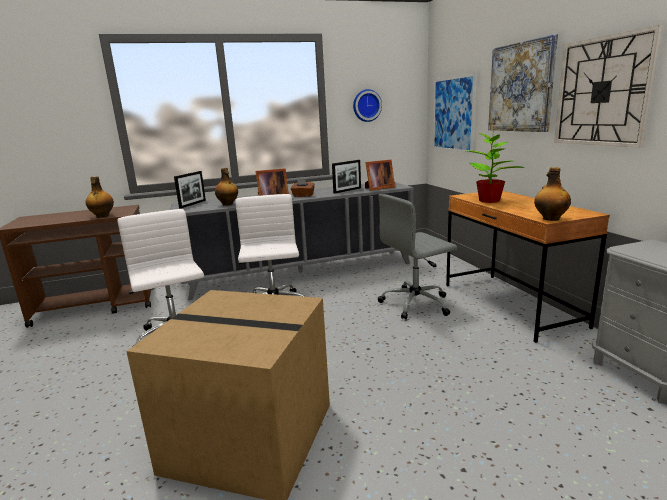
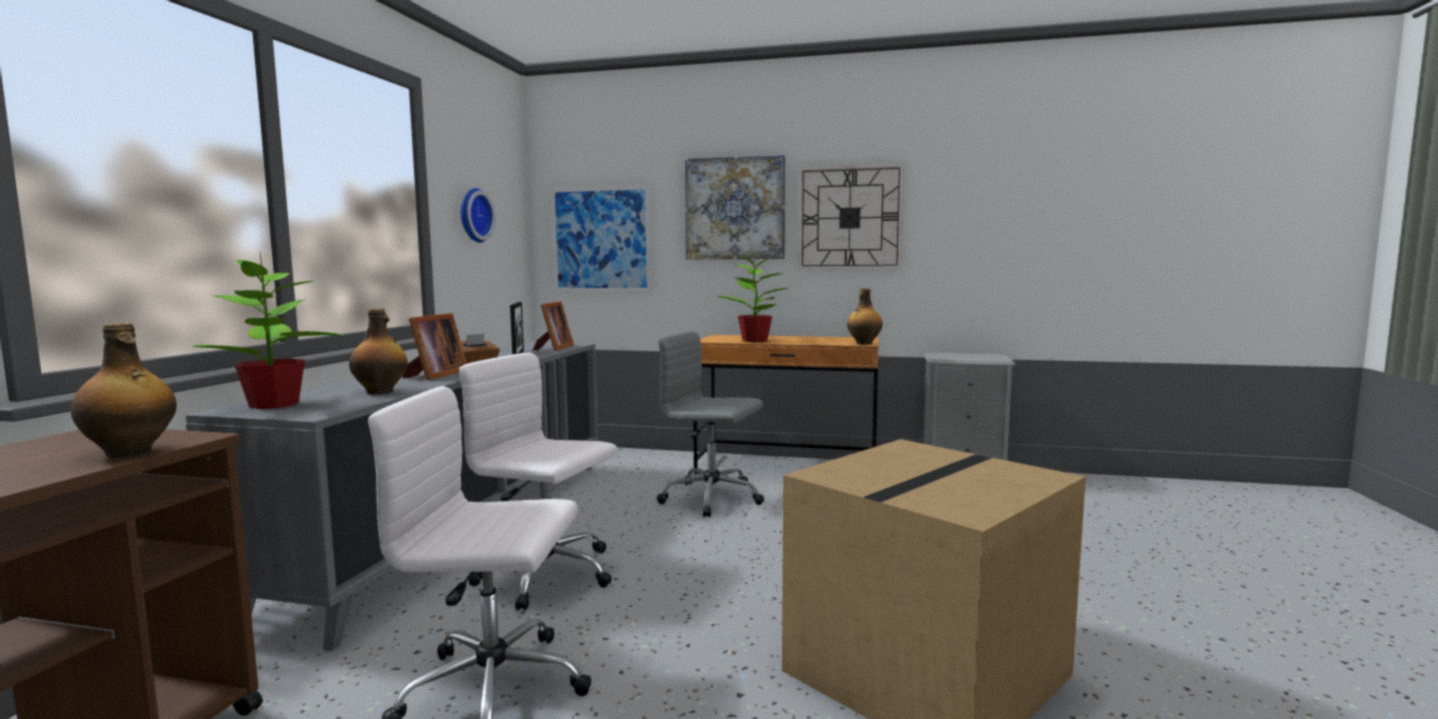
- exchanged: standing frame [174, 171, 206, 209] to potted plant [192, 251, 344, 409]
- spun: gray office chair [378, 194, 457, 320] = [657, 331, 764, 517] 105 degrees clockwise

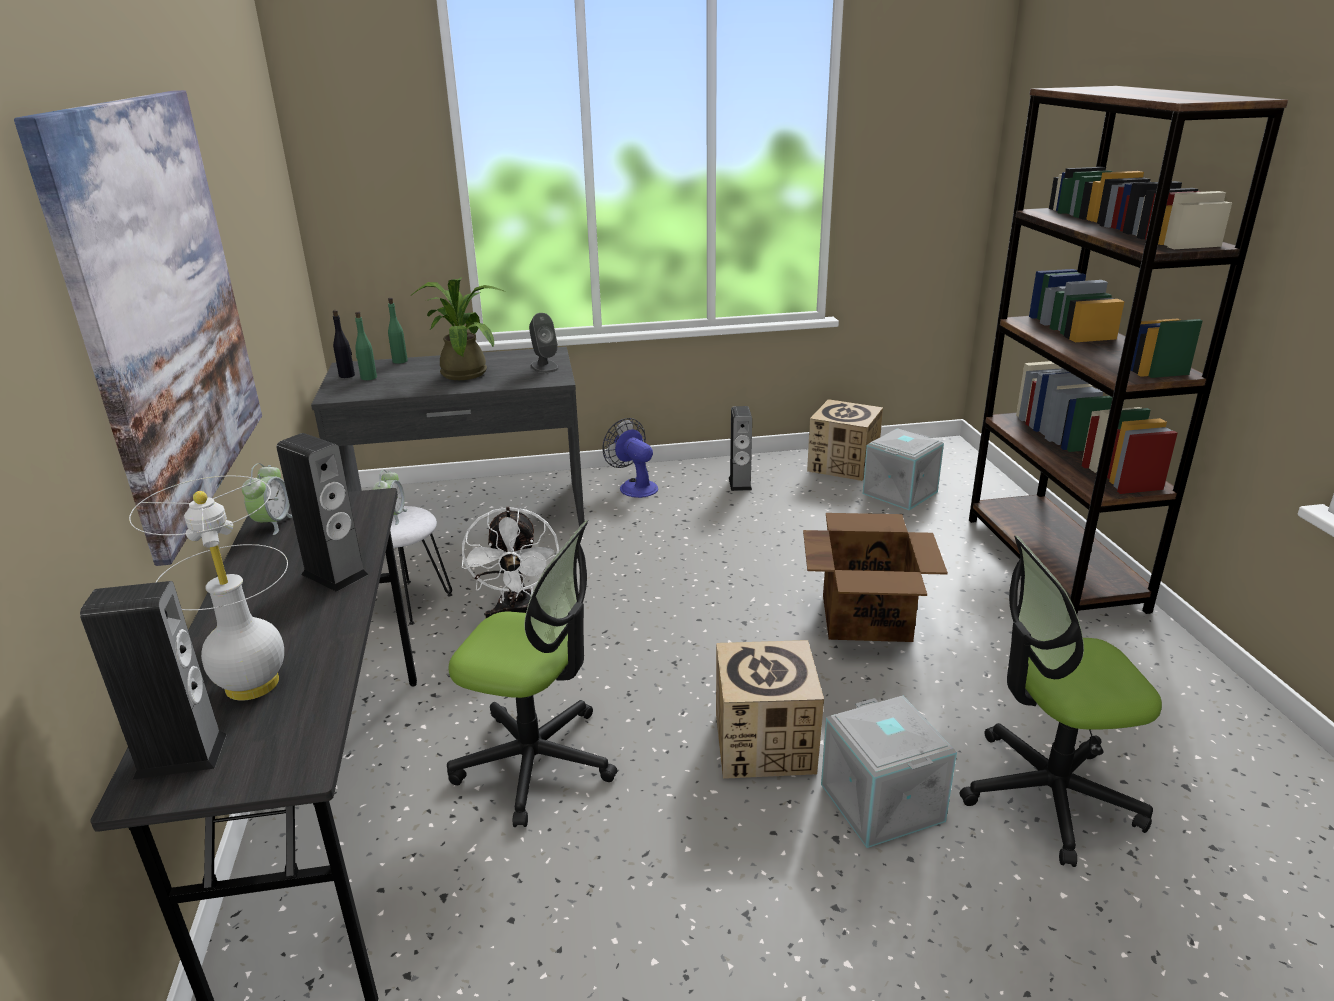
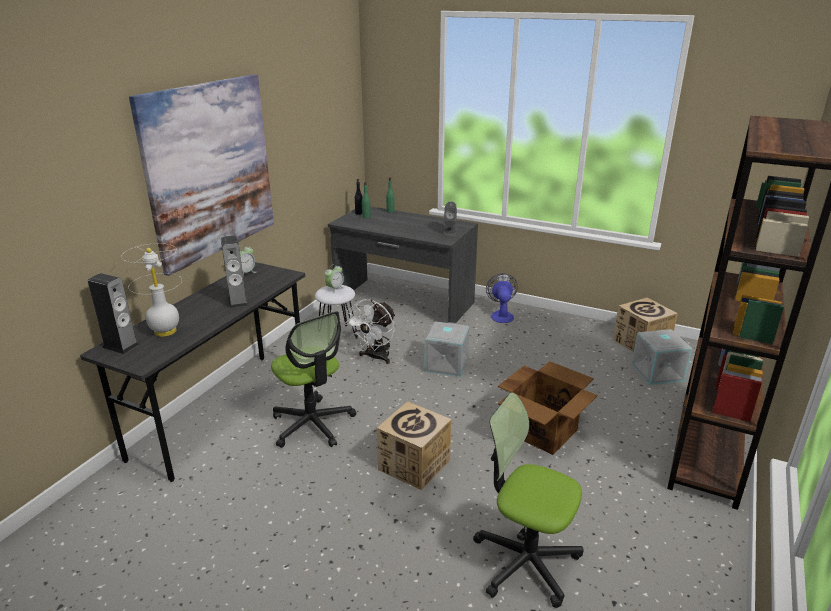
- missing: potted plant [410, 277, 505, 380]
- missing: loudspeaker [729, 406, 752, 491]
- relocated: gray storage container [821, 696, 957, 848] to [424, 321, 469, 377]

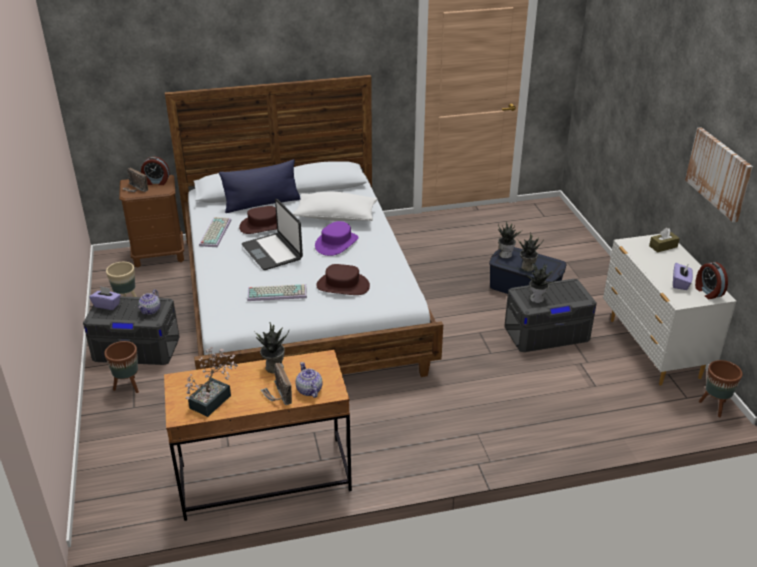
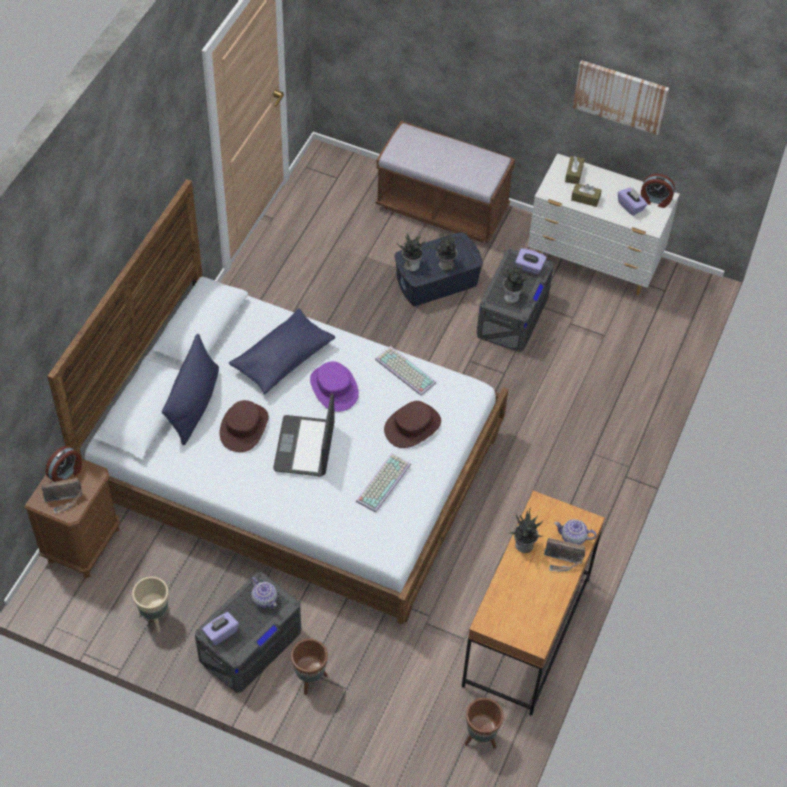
- colour: white pillow [293, 191, 377, 221] to blue-coloured pillow [229, 308, 335, 394]
- spun: notebook computer [242, 199, 303, 270] = [273, 393, 335, 477] 90 degrees clockwise
- relocated: keyboard [199, 217, 231, 247] to [375, 346, 436, 396]
- missing: potted plant [185, 347, 238, 417]
- relocated: brownish plant pot [699, 360, 743, 417] to [465, 698, 504, 749]
- appeared: brownish bench [376, 121, 515, 243]
- appeared: brownish tissue holder [571, 183, 601, 207]
- appeared: purple-coloured tissue holder [515, 248, 547, 275]

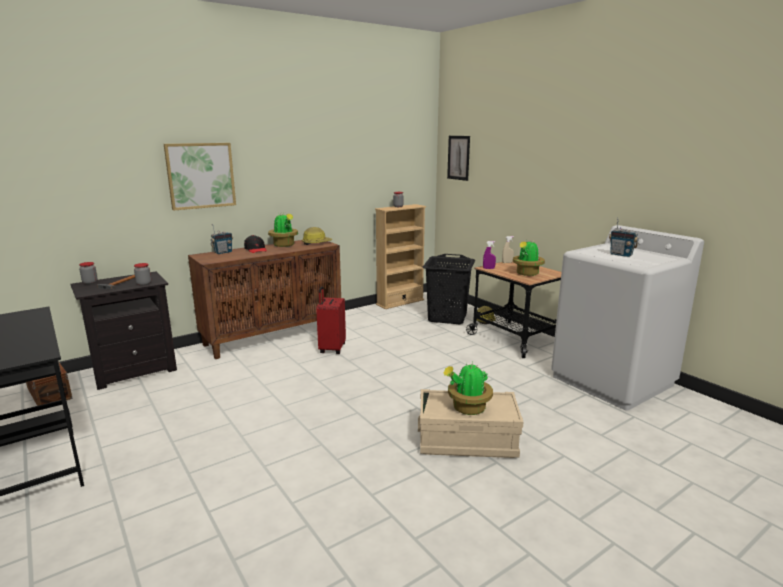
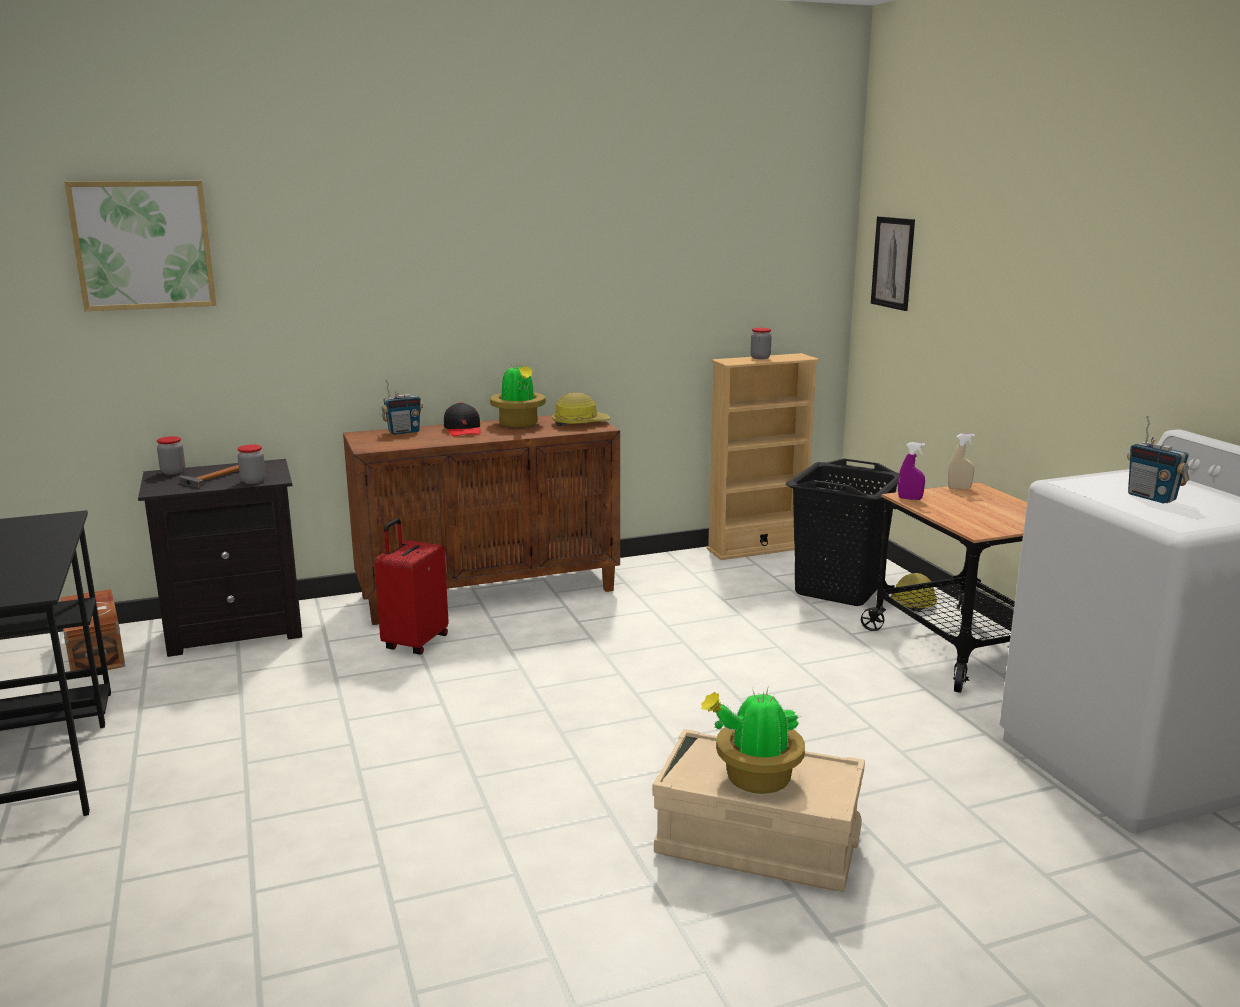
- relocated: picture [164, 143, 236, 211] to [64, 181, 216, 311]
- missing: potted plant [513, 239, 545, 276]
- relocated: red-coloured piece of luggage [316, 286, 346, 354] to [374, 519, 449, 655]

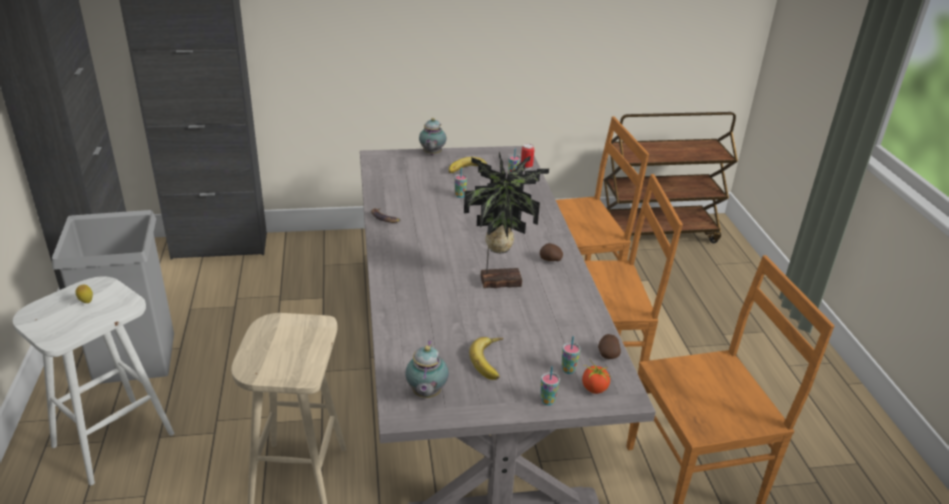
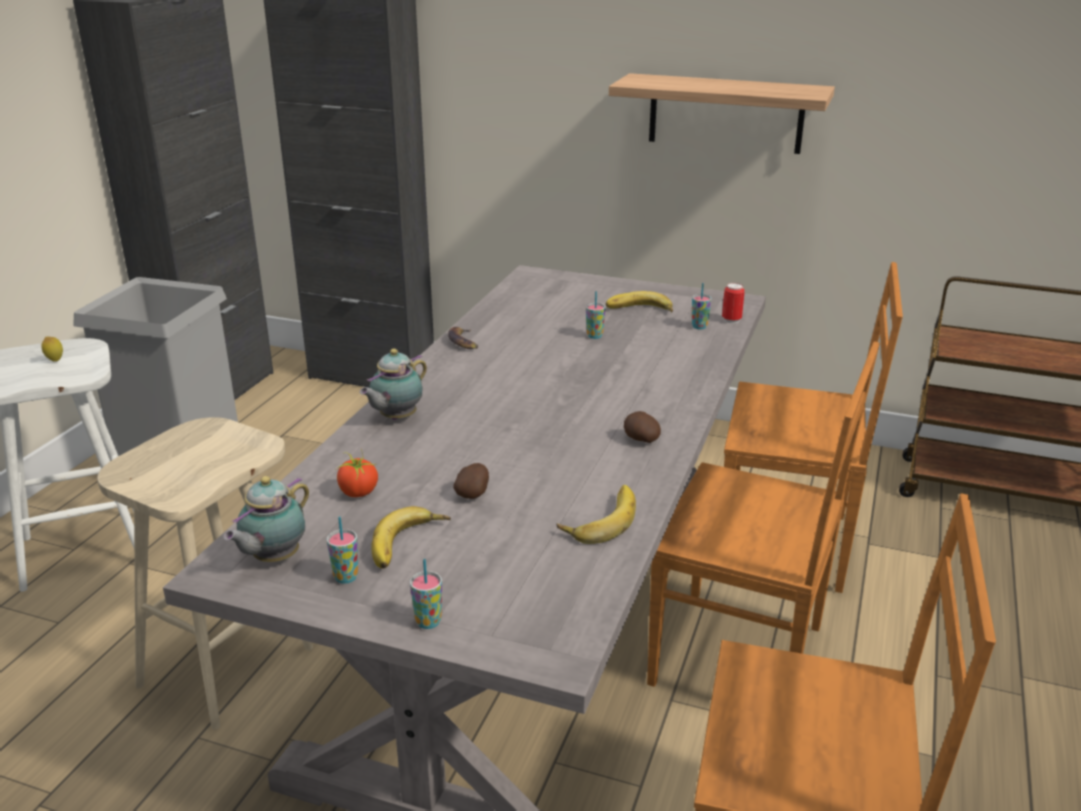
- relocated: pot for tea [419, 118, 447, 155] to [360, 349, 427, 420]
- missing: potted plant [464, 152, 549, 288]
- relocated: whole potato [598, 334, 621, 359] to [453, 463, 489, 499]
- relocated: drinking cup [562, 336, 580, 374] to [327, 517, 358, 584]
- relocated: tomato [582, 360, 611, 394] to [336, 449, 378, 497]
- appeared: bracket shelf [609, 73, 835, 154]
- appeared: banana fruit [556, 485, 636, 544]

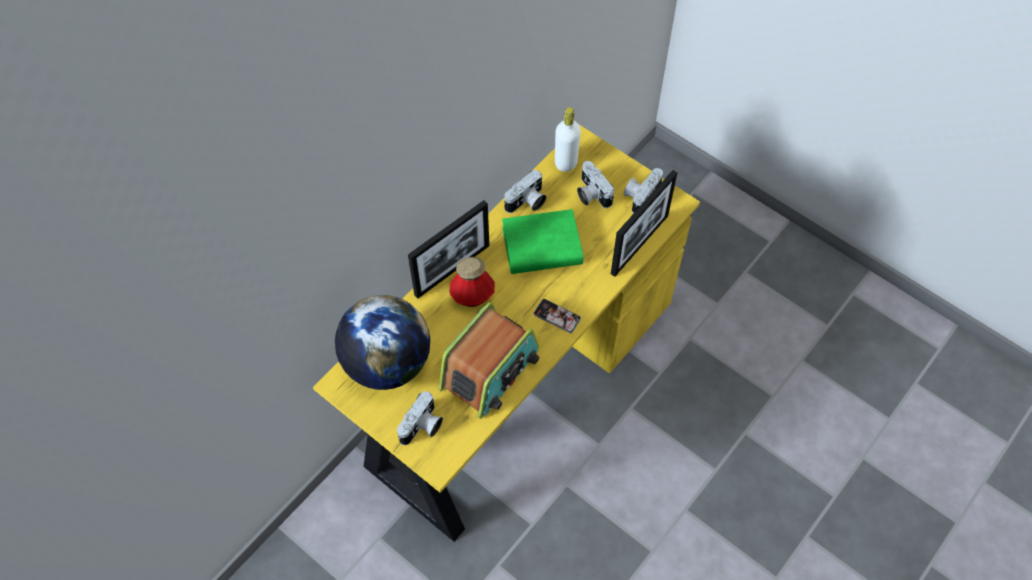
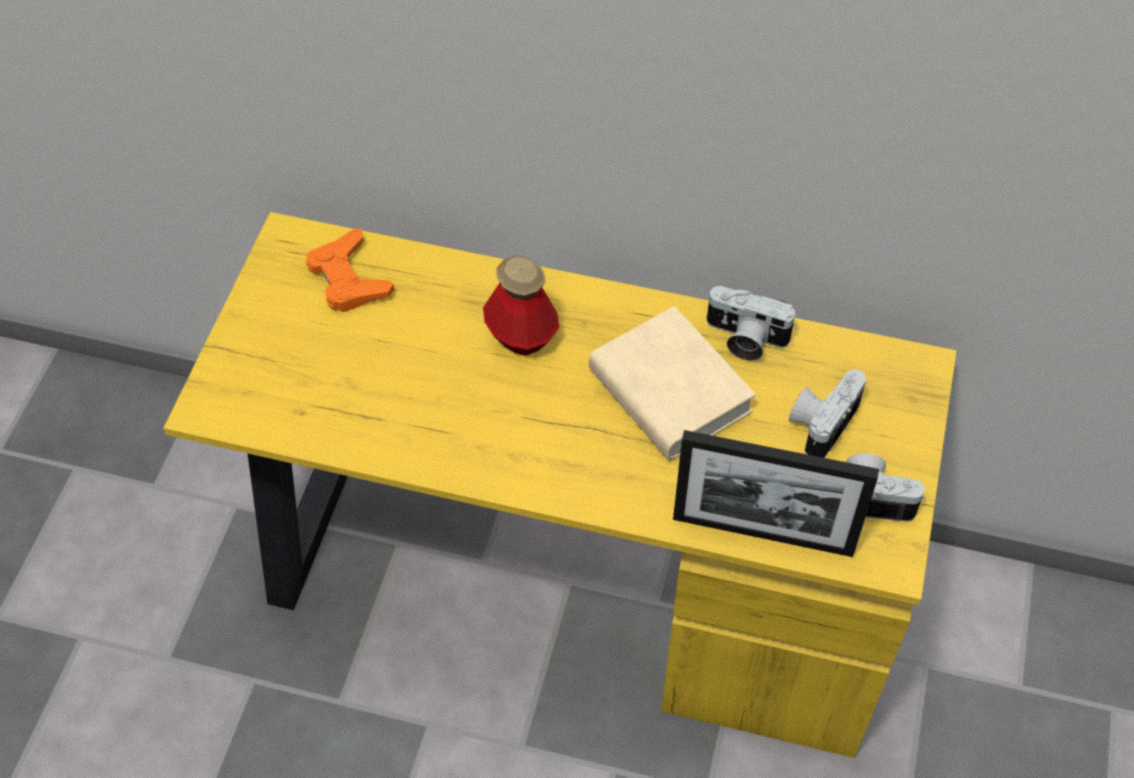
- missing: white drink bottle [555, 107, 581, 172]
- missing: standing frame [408, 200, 489, 298]
- colour: greenish bound book [502, 209, 583, 274] to beige-coloured bound book [589, 306, 756, 461]
- exchanged: globe [335, 295, 430, 390] to orangey game controller [306, 228, 394, 312]
- missing: handset [533, 299, 581, 333]
- missing: radio set [438, 302, 539, 419]
- missing: still camera [397, 391, 443, 445]

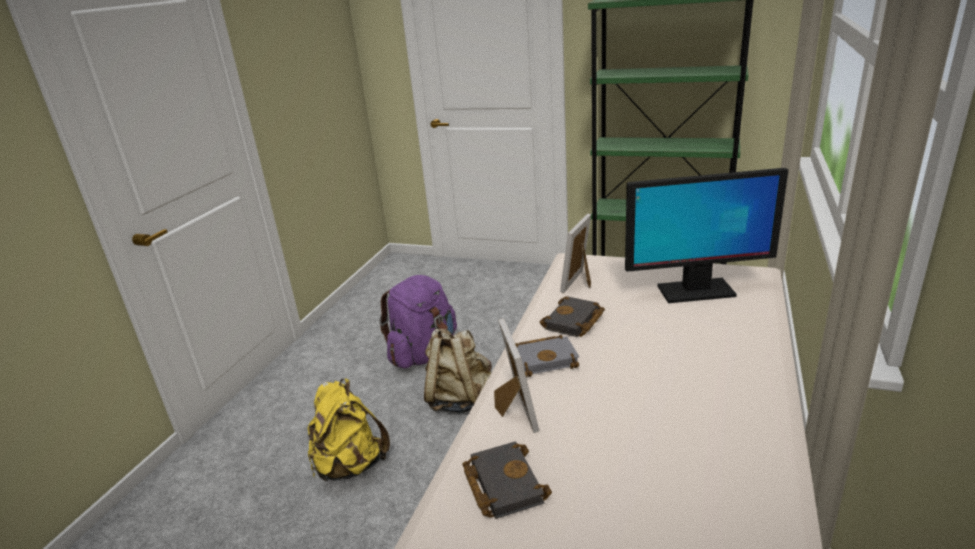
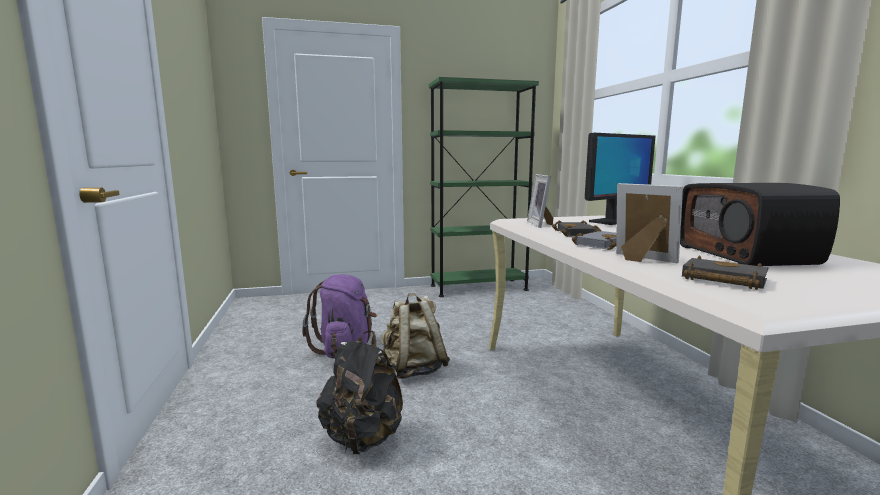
- colour: yellow knapsack [308, 379, 390, 482] to blackish knapsack [316, 330, 403, 454]
- appeared: radio set [680, 183, 840, 266]

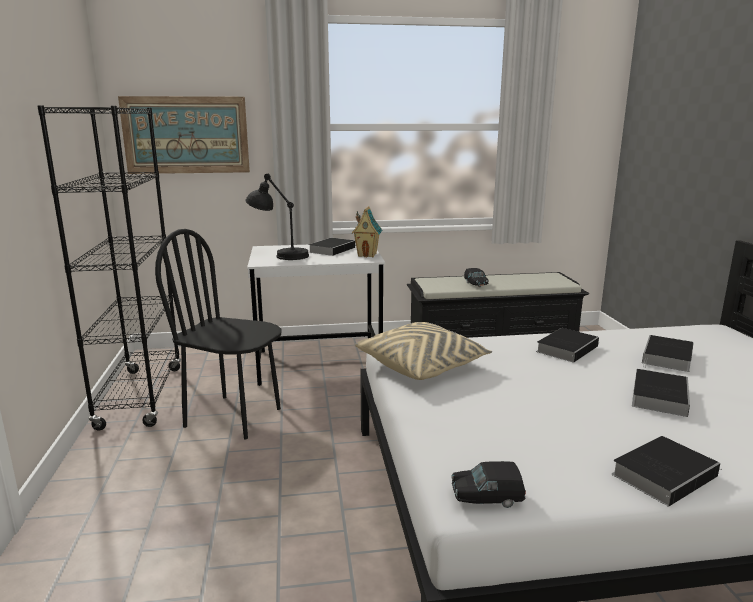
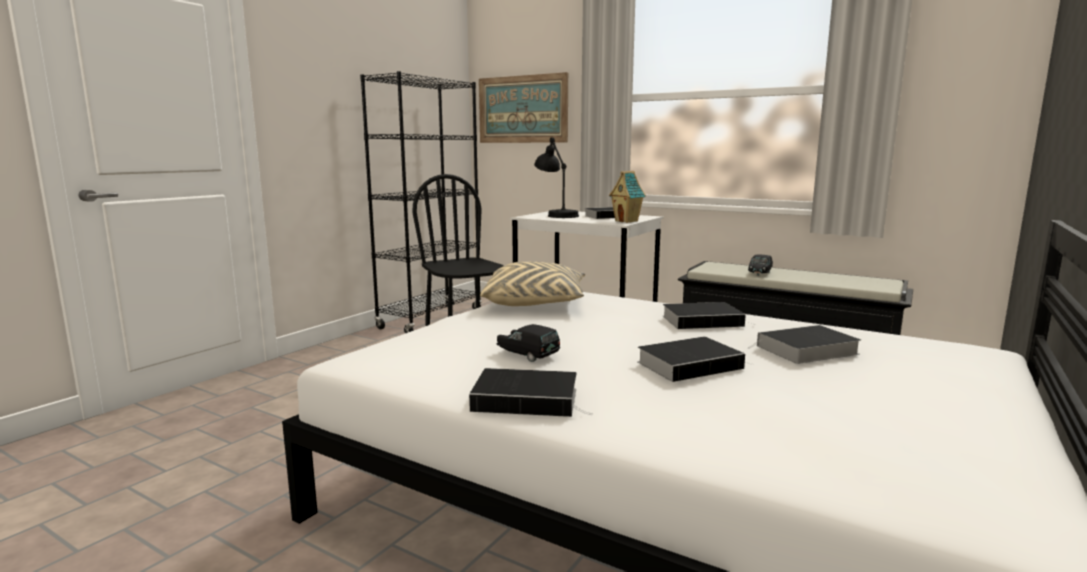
- relocated: blackish model car [451, 461, 526, 508] to [497, 324, 560, 362]

